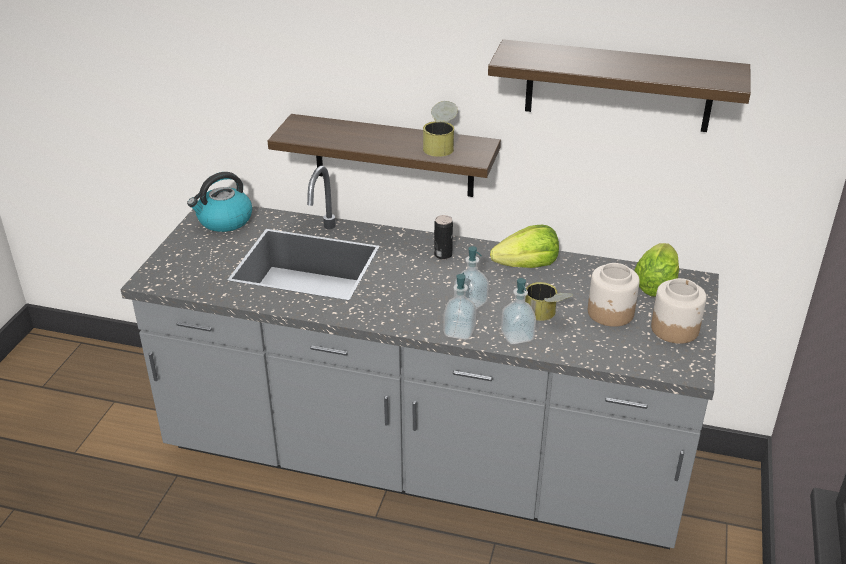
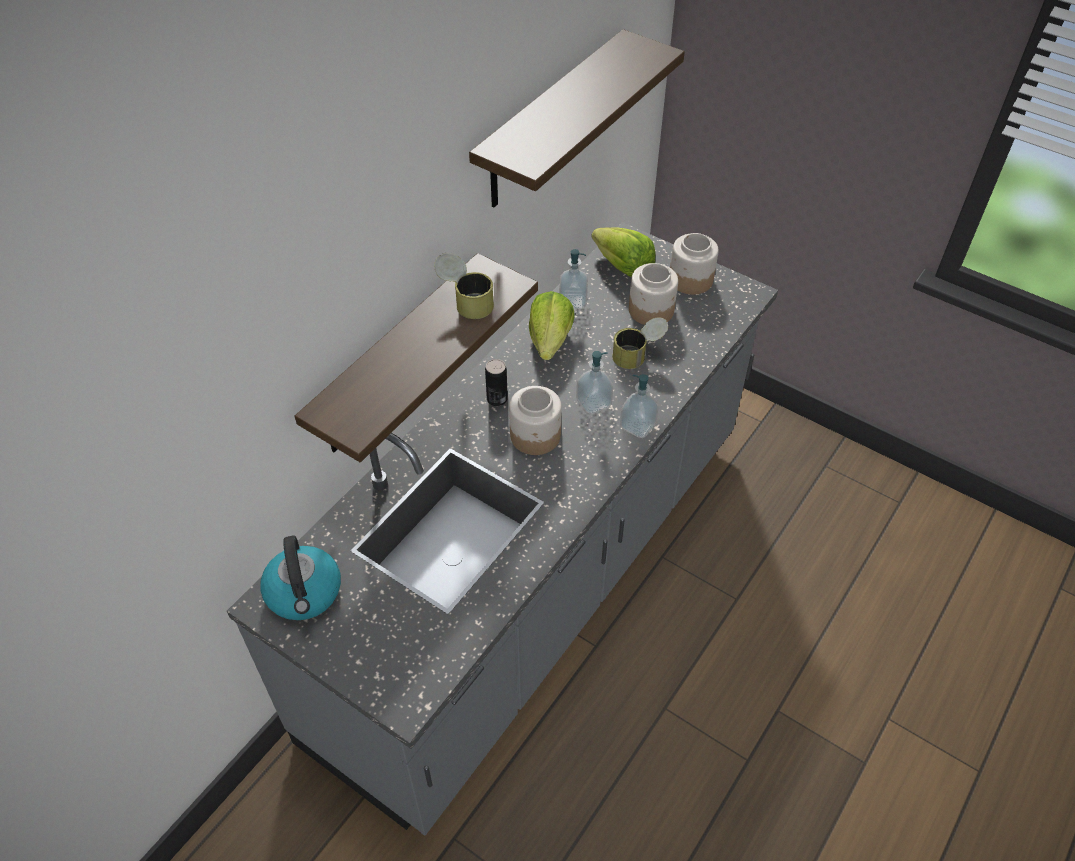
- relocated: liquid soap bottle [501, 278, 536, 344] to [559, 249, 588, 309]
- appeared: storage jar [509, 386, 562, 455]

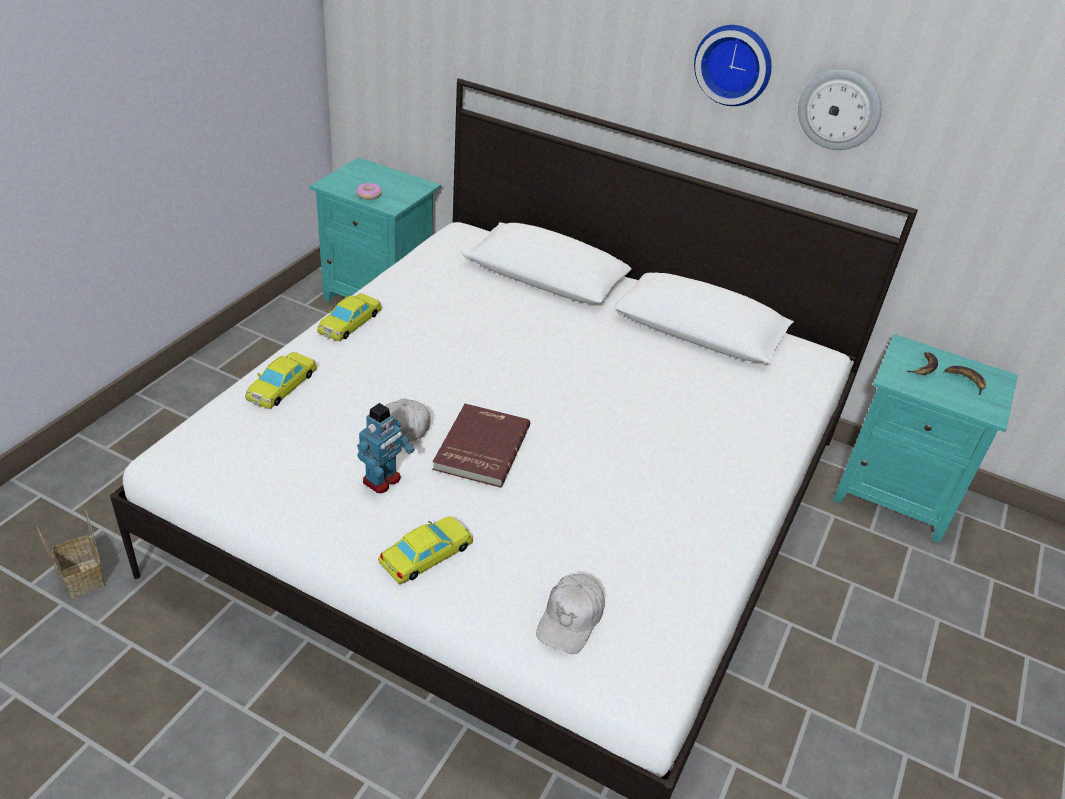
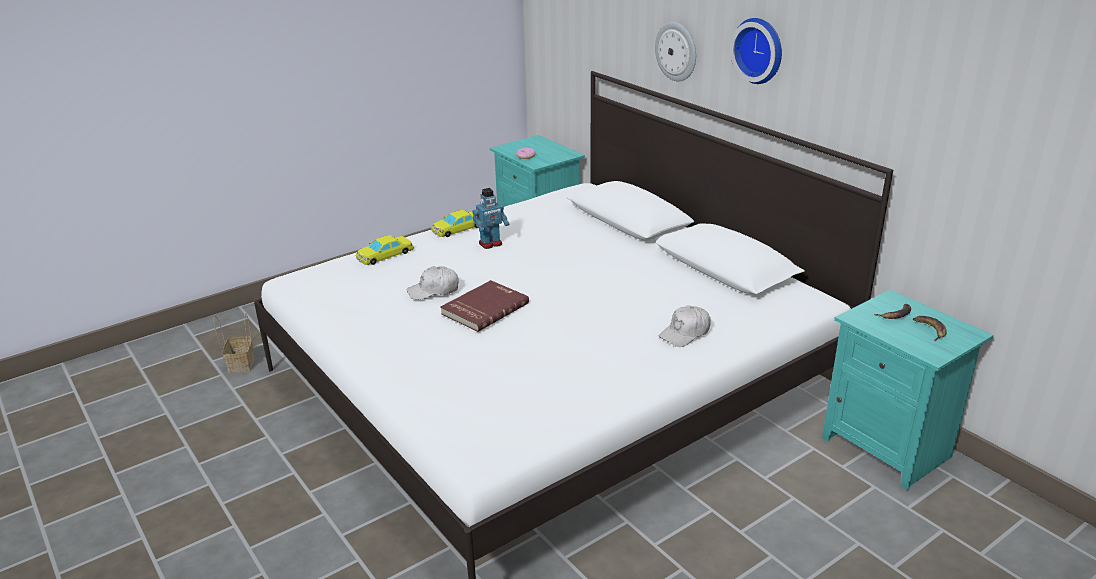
- relocated: clock on the wall [798, 69, 881, 150] to [655, 22, 696, 81]
- relocated: model robot [357, 403, 415, 493] to [472, 188, 509, 249]
- missing: yellow model car [378, 516, 473, 584]
- relocated: white baseball cap [536, 574, 605, 654] to [659, 305, 711, 347]

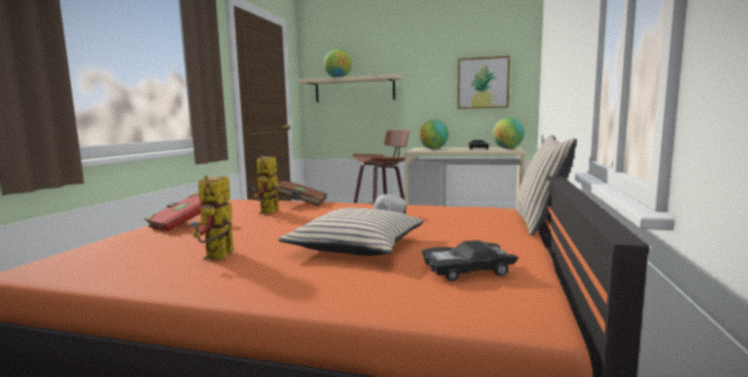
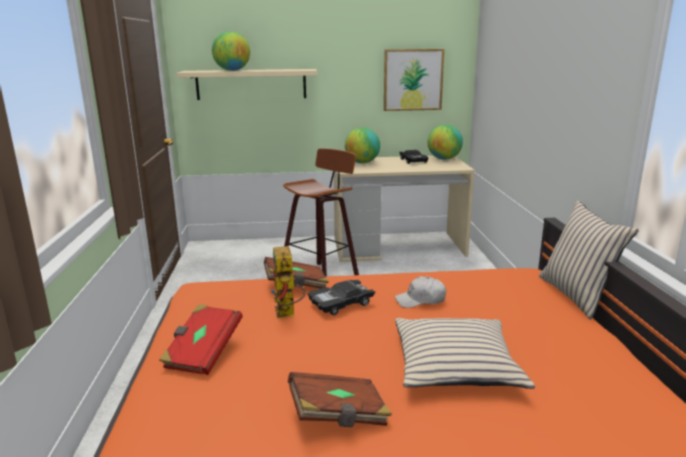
- exchanged: model robot [192, 175, 234, 260] to brownish bound book [288, 372, 392, 427]
- relocated: blackish model car [422, 240, 519, 281] to [308, 280, 375, 315]

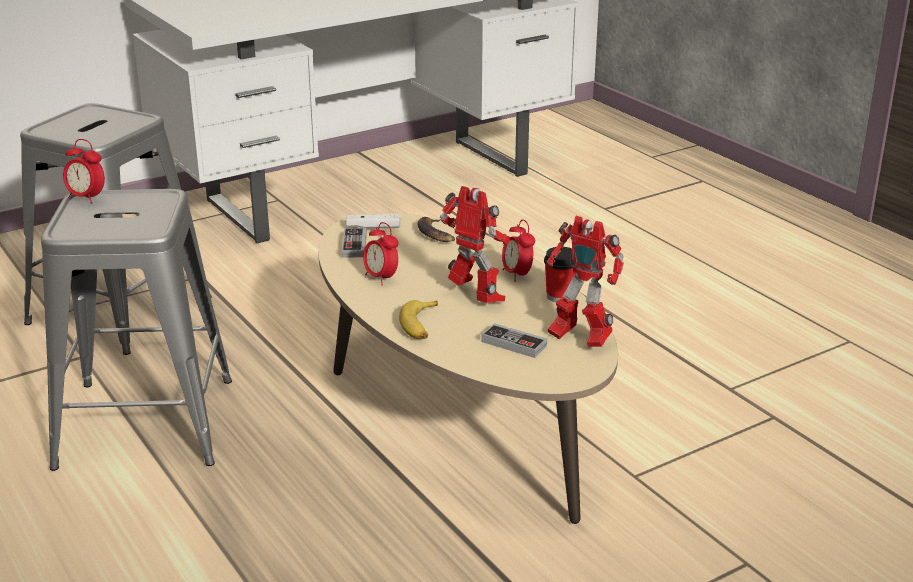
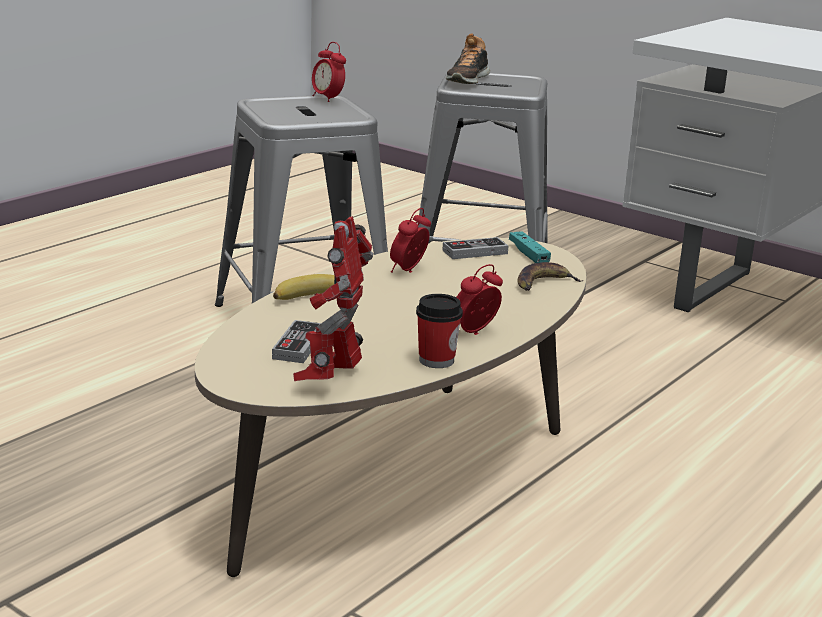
- spun: bedside clock [63, 139, 105, 204] = [312, 42, 346, 102] 45 degrees counterclockwise
- missing: model robot [440, 186, 510, 303]
- colour: white game controller [346, 214, 400, 229] to blue-green game controller [509, 231, 551, 263]
- appeared: item of footwear [446, 34, 490, 84]

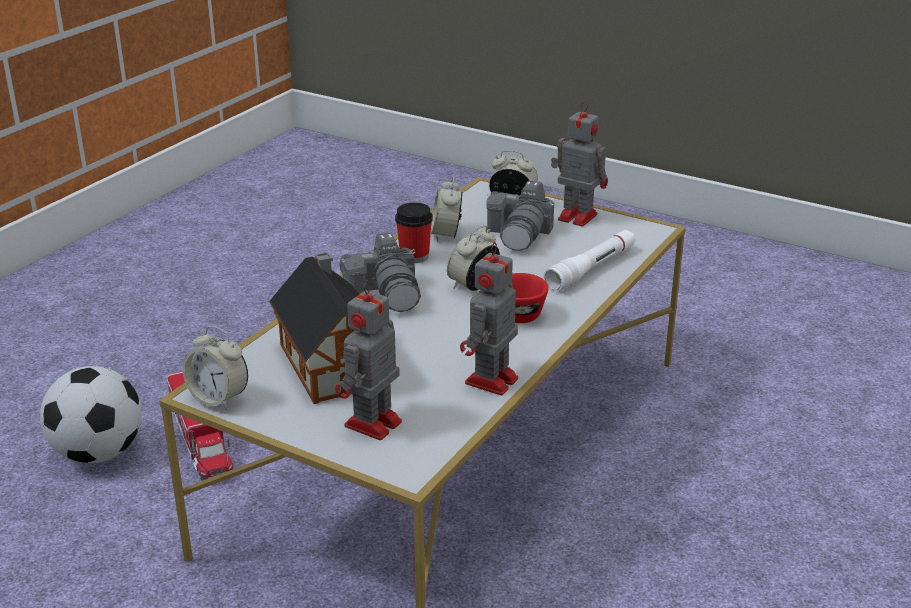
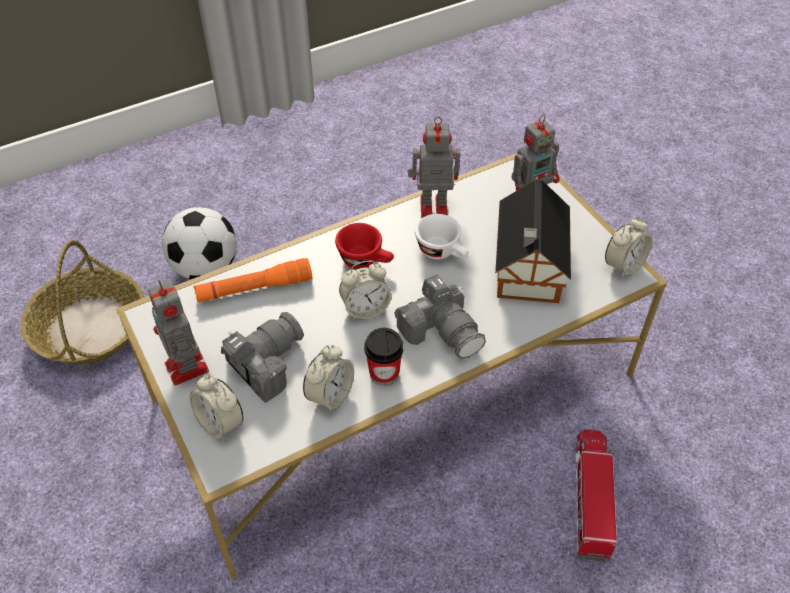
- colour: white torch [544, 230, 635, 291] to orangey torch [193, 258, 312, 302]
- spun: still camera [340, 233, 421, 312] = [394, 275, 485, 359] 135 degrees clockwise
- spun: model robot [460, 242, 518, 395] = [408, 116, 460, 218] 150 degrees counterclockwise
- spun: bedside clock [183, 326, 248, 411] = [605, 216, 653, 278] 75 degrees clockwise
- relocated: ball for football [40, 366, 142, 463] to [162, 207, 237, 279]
- appeared: white drinking cup [415, 214, 469, 260]
- appeared: storage basket [21, 240, 144, 365]

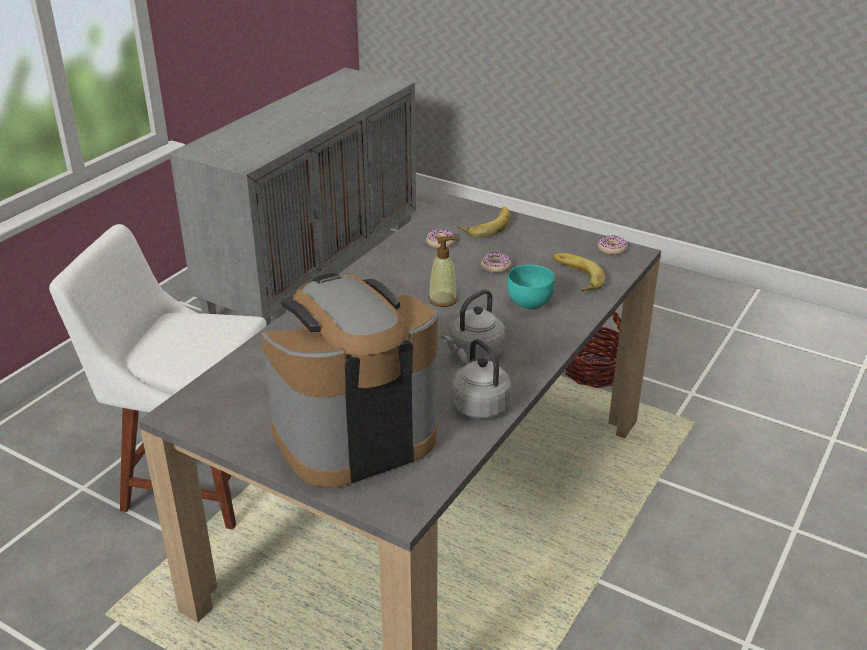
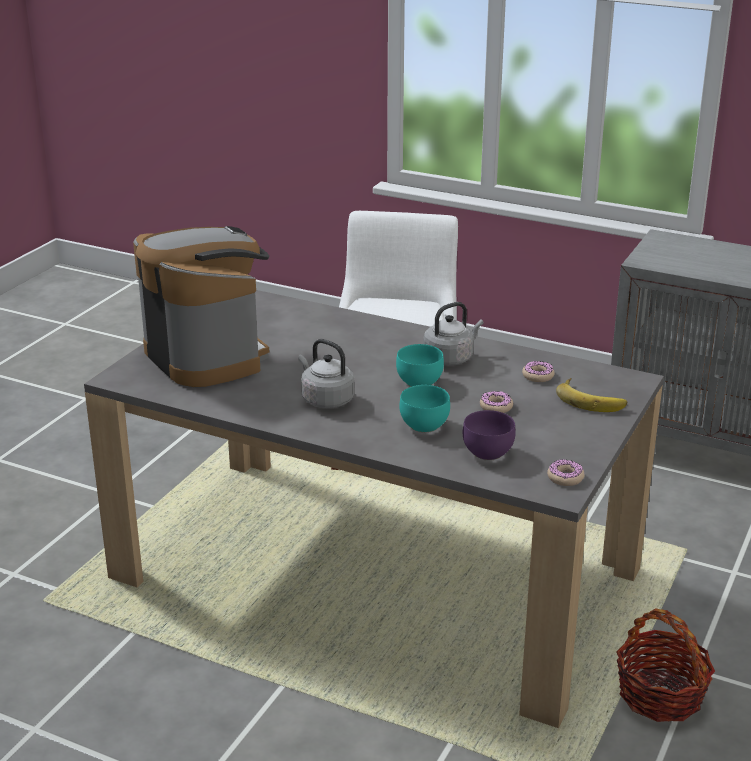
- exchanged: liquid soap bottle [428, 236, 460, 307] to blue-green serving bowl [396, 344, 444, 387]
- exchanged: banana fruit [553, 253, 606, 291] to purple-coloured serving bowl [463, 410, 516, 461]
- relocated: gray kettle [451, 339, 512, 419] to [423, 302, 483, 366]

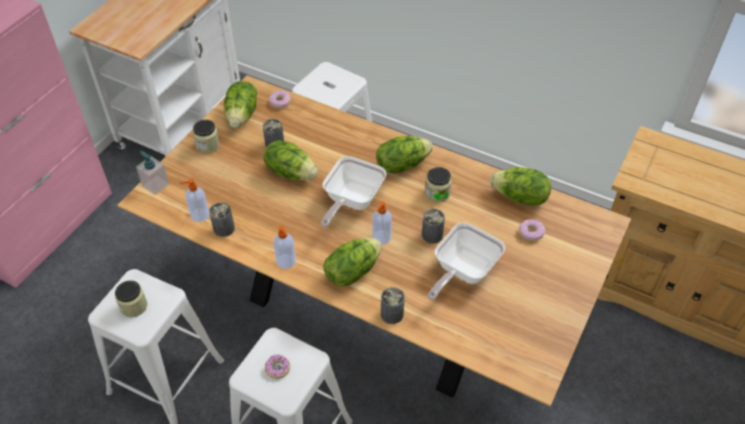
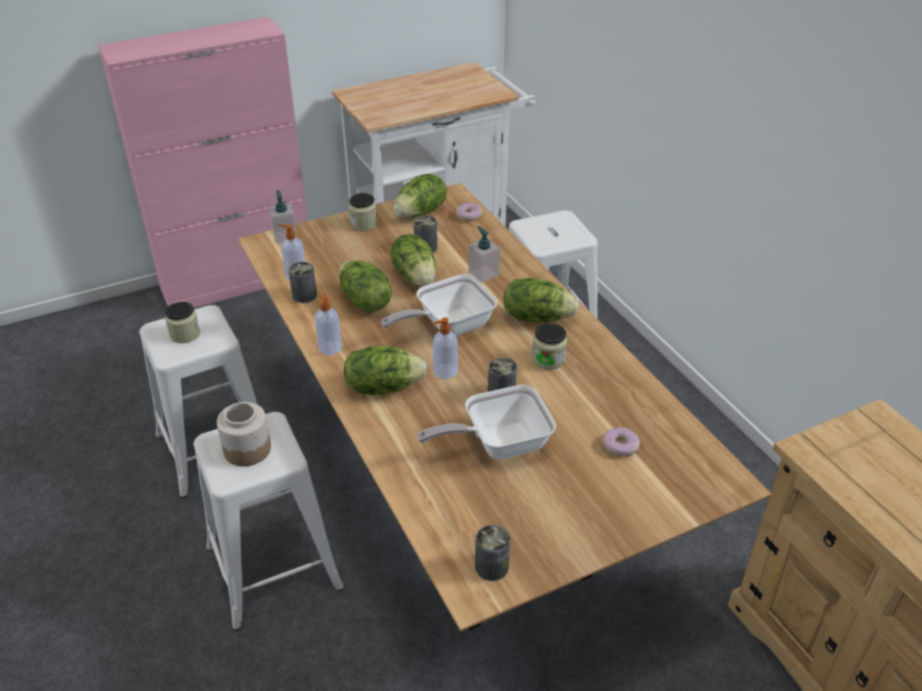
- relocated: head of lettuce [490, 167, 551, 205] to [339, 260, 392, 312]
- relocated: can [381, 287, 405, 324] to [475, 524, 510, 581]
- exchanged: doughnut [265, 355, 290, 379] to storage jar [217, 402, 271, 467]
- appeared: liquid soap bottle [468, 226, 500, 283]

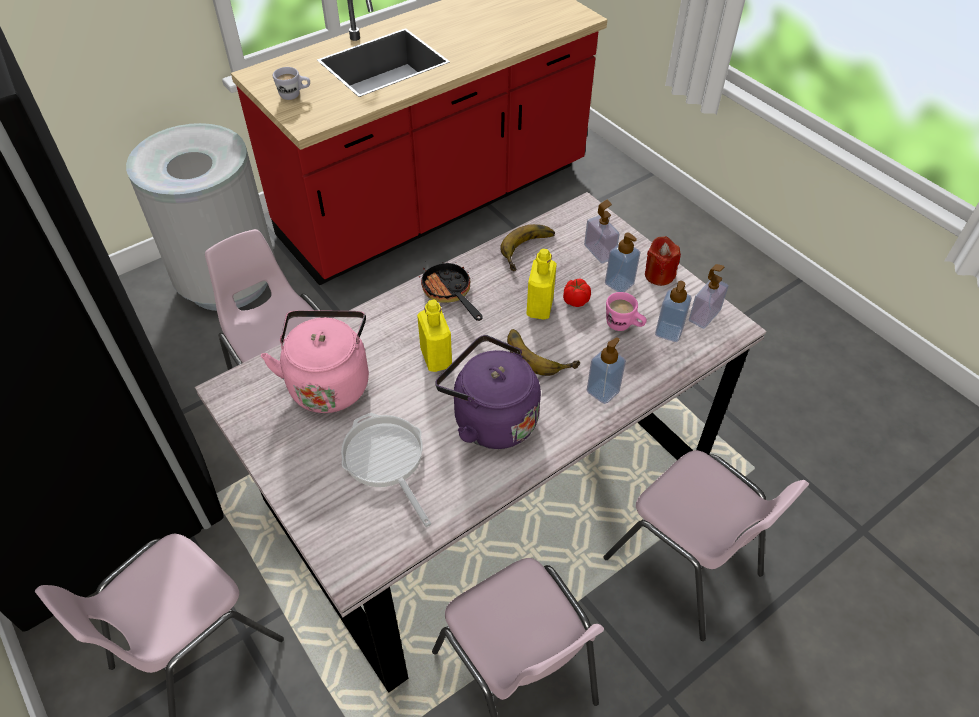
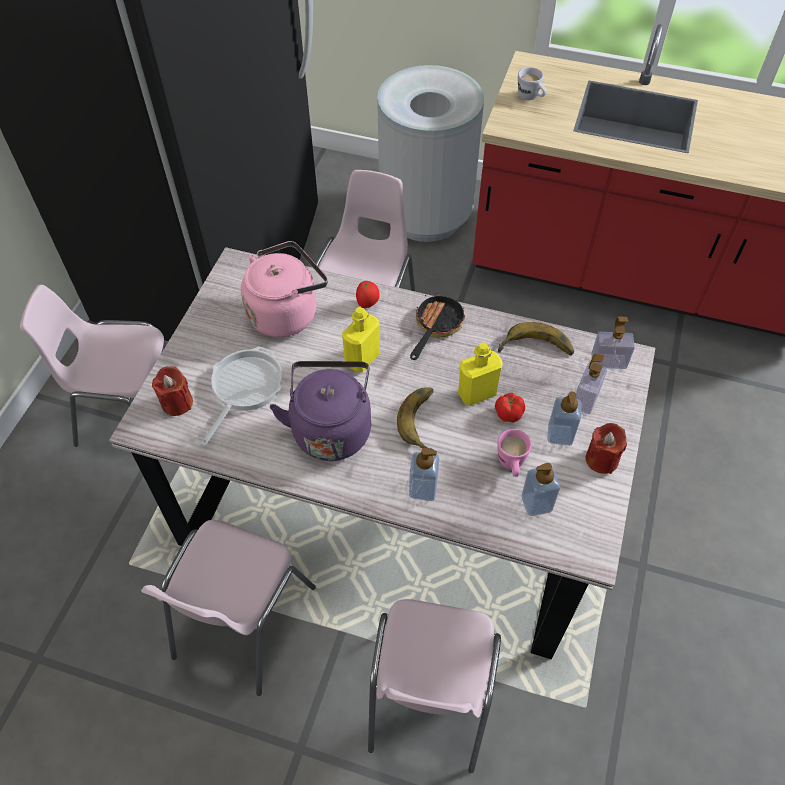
- relocated: liquid soap bottle [689, 264, 729, 329] to [591, 316, 635, 369]
- appeared: tomato [356, 280, 380, 308]
- appeared: red-coloured wax candle [152, 366, 193, 416]

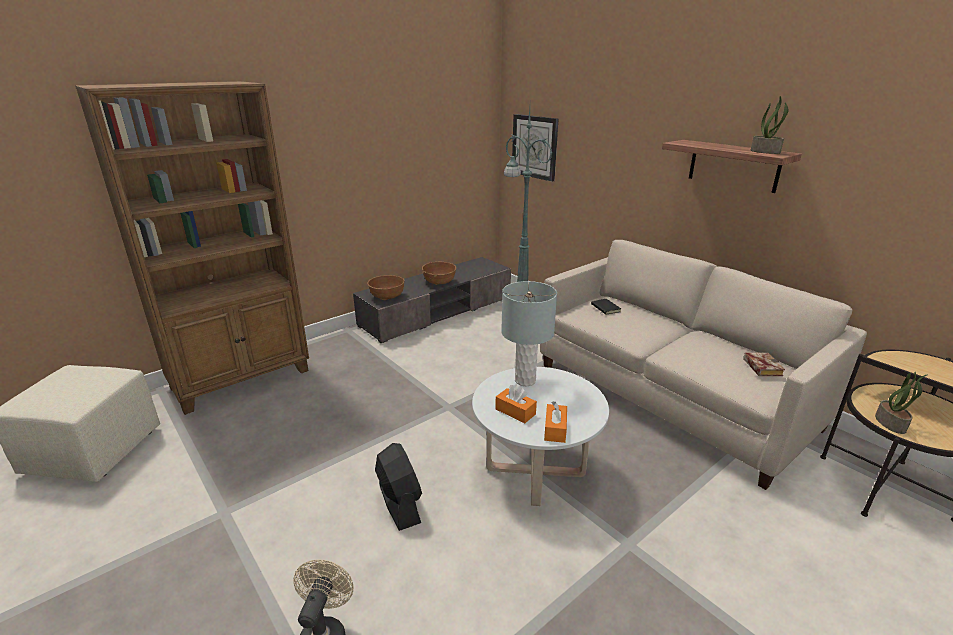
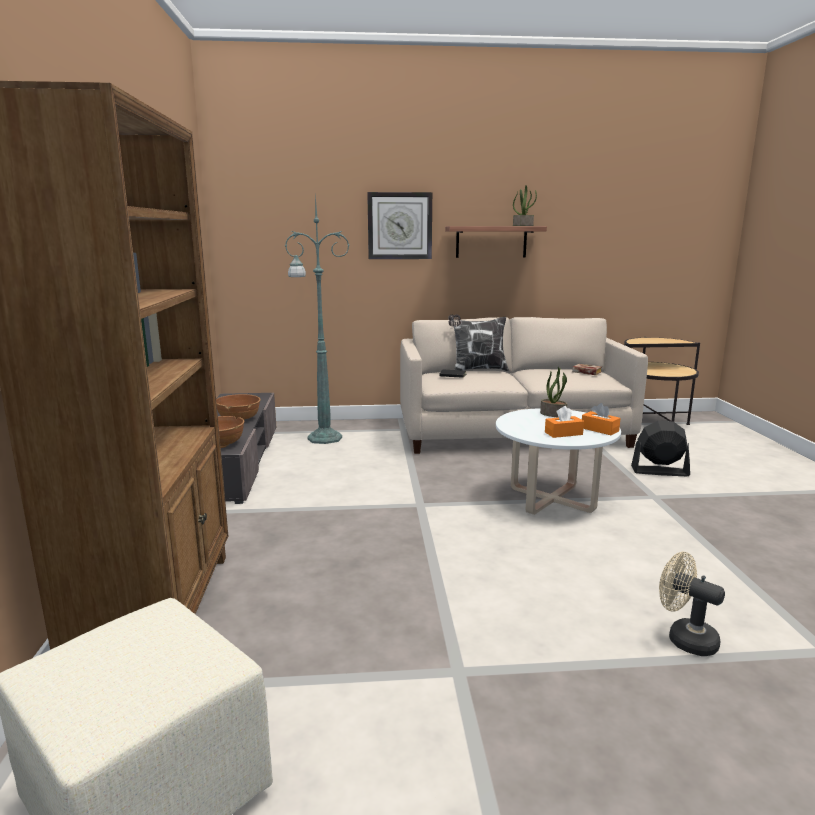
- relocated: clock on the wall [512, 114, 558, 182] to [367, 192, 432, 259]
- missing: gray table lamp [501, 281, 557, 387]
- relocated: potted plant [875, 372, 928, 434] to [540, 367, 567, 418]
- relocated: blackish cooling fan [375, 443, 422, 531] to [631, 421, 690, 476]
- appeared: pillow [448, 314, 509, 371]

